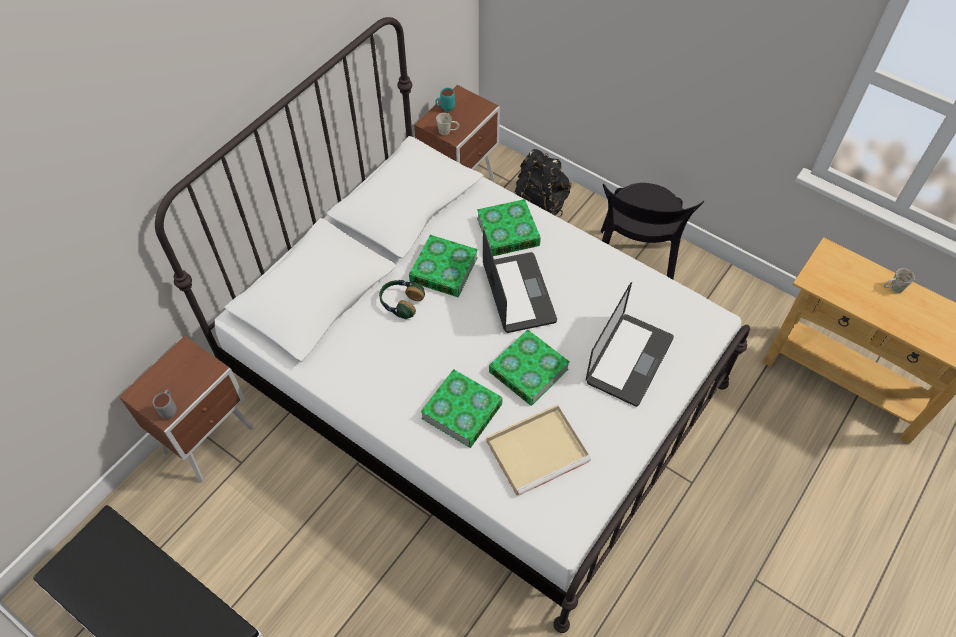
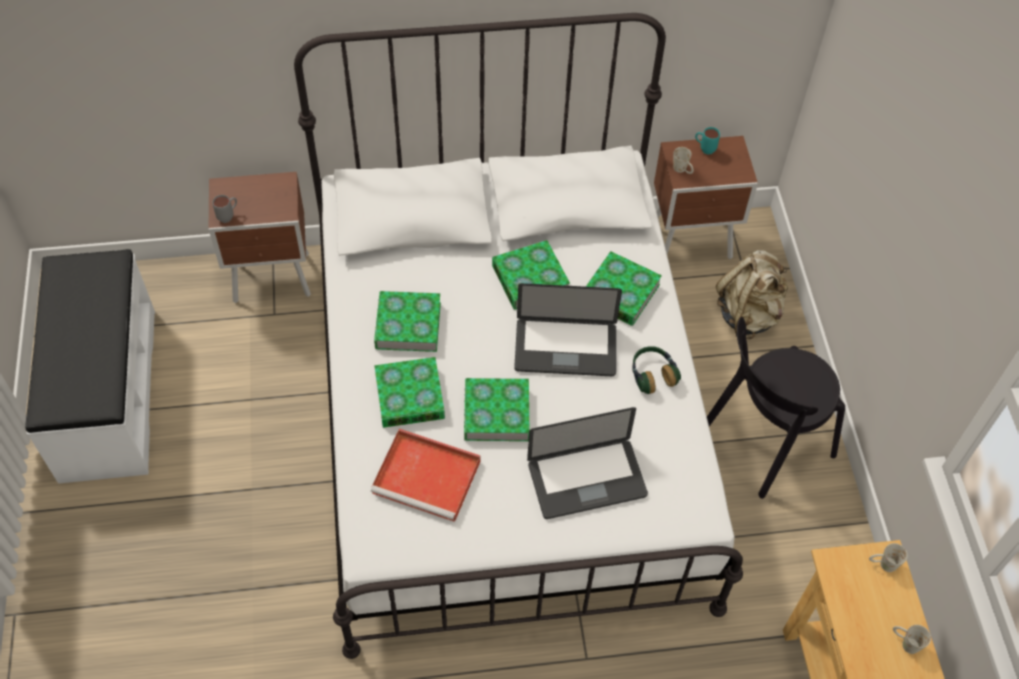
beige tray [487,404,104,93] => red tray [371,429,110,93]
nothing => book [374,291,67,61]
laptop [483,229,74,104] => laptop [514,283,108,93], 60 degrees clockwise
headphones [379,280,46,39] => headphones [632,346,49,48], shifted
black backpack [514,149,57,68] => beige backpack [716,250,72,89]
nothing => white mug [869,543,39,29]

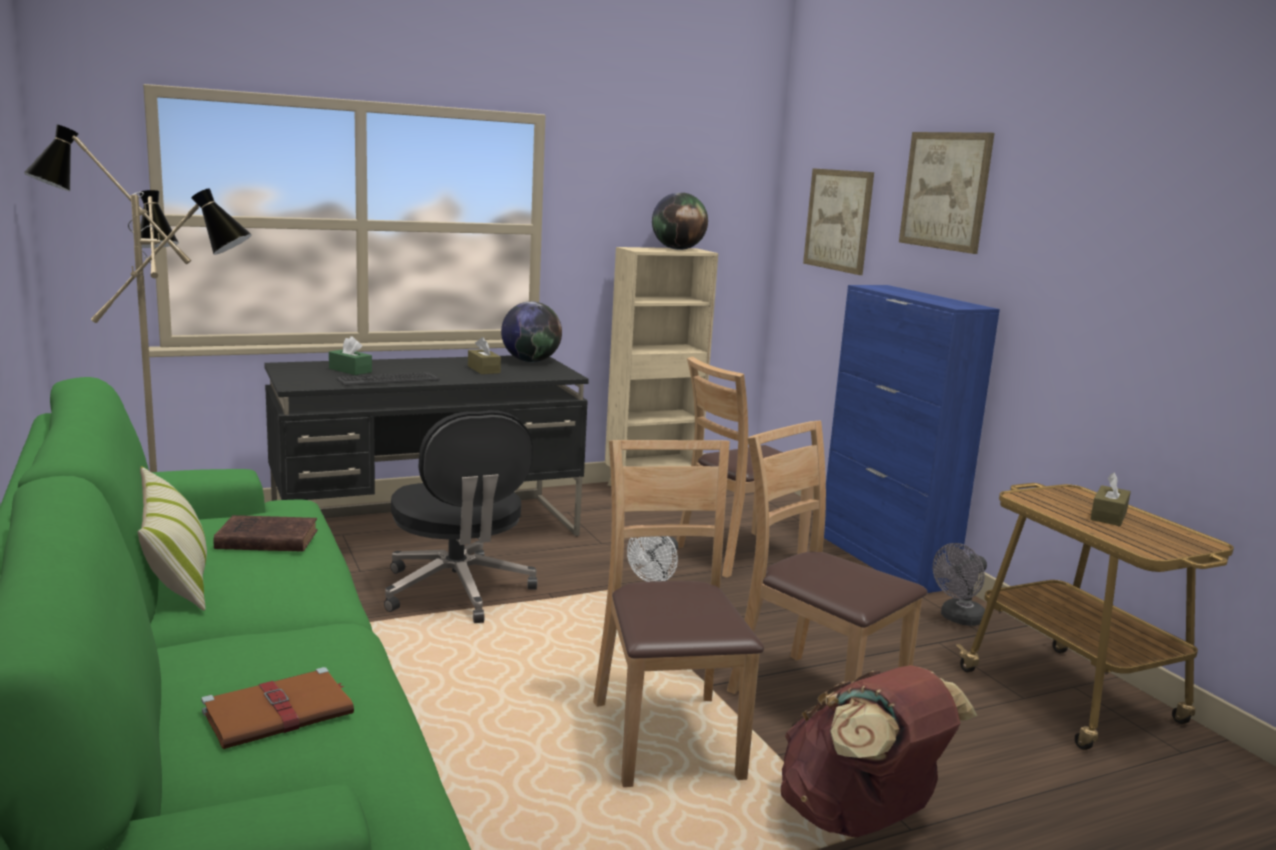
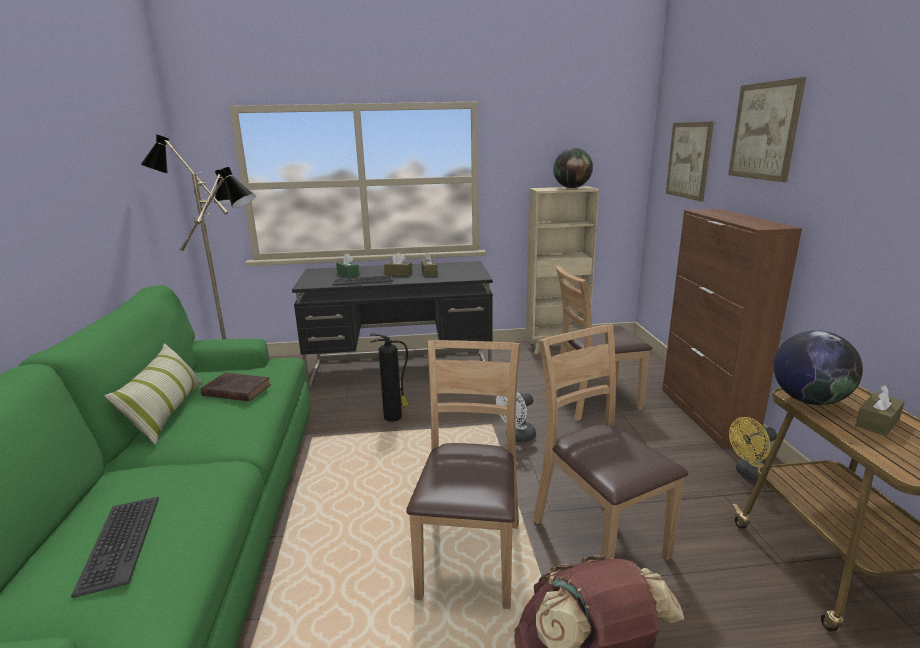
brown book [201,667,153,82] => keyboard [71,497,88,101]
black office chair [384,410,153,213] => fire extinguisher [370,334,39,88]
nothing => brown tissue box [384,253,28,23]
blue cabinet [824,285,176,308] => brown cabinet [662,209,140,239]
grey fan [933,543,54,83] => yellow fan [729,417,48,65]
globe [501,301,61,61] => globe [773,330,90,75], shifted

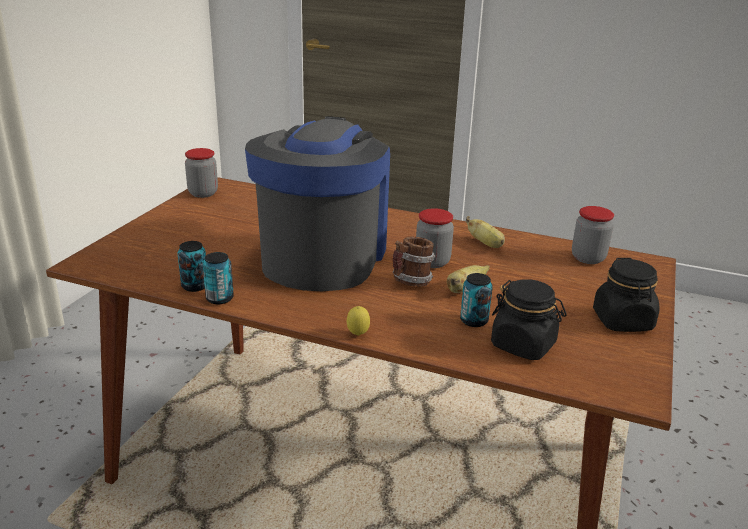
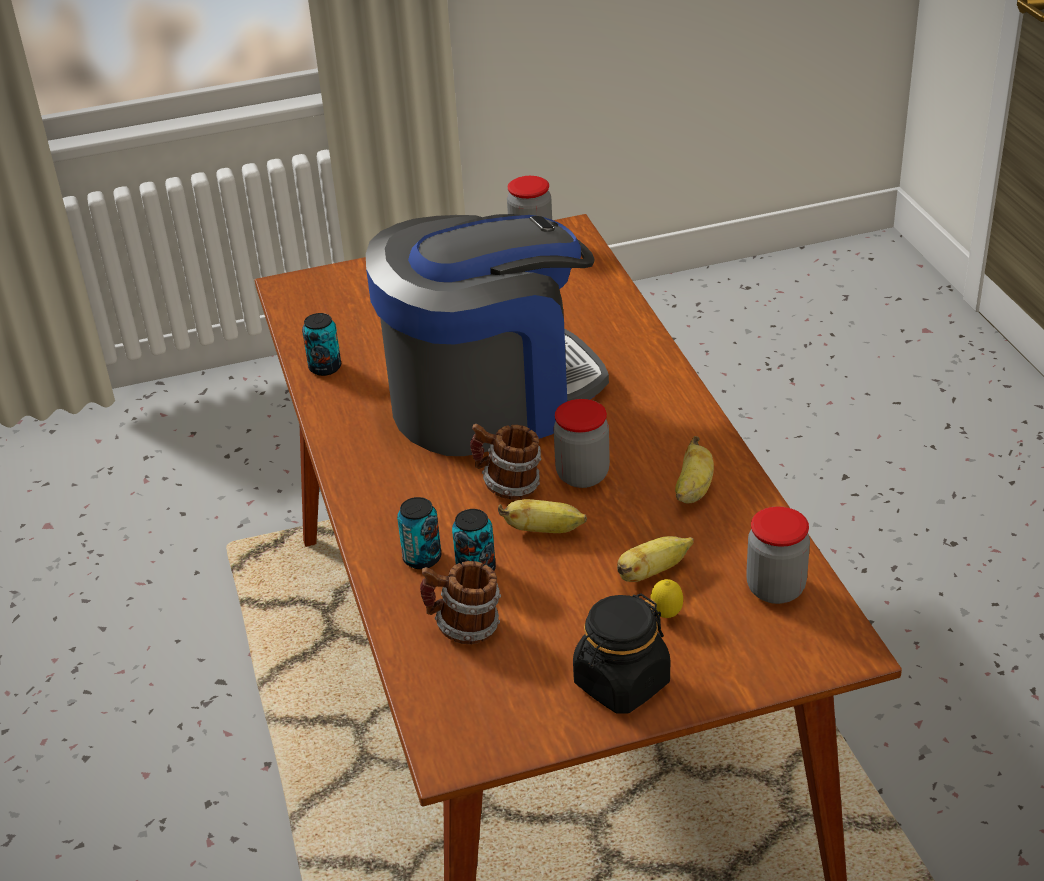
can [203,252,31,52] => can [397,497,45,72], shifted
black jar [491,279,76,81] => mug [420,561,81,83]
nothing => banana [617,536,77,46]
lemon [347,306,23,30] => lemon [650,579,33,39], shifted

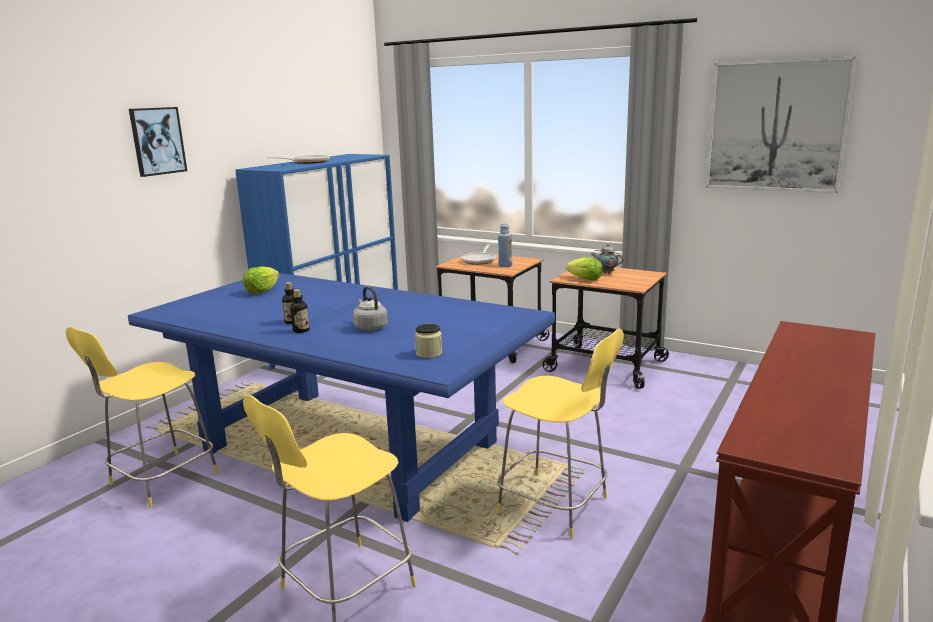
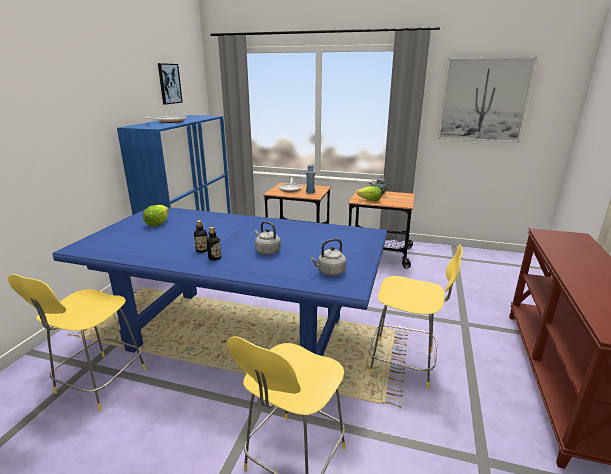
picture [129,107,58,70] => picture [158,63,25,42], shifted
jar [415,324,27,34] => grey kettle [310,239,37,37]

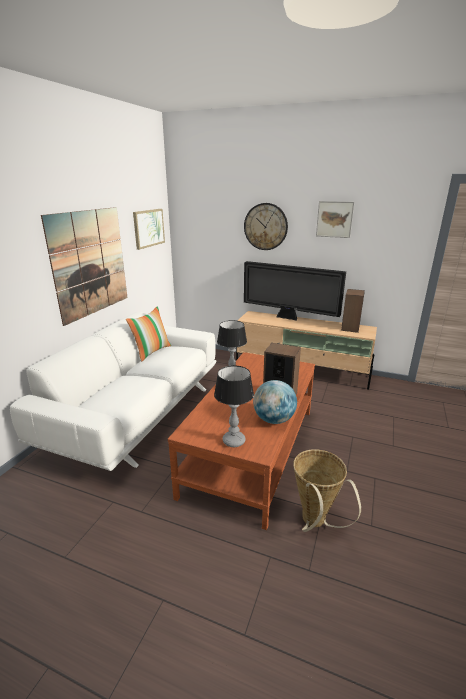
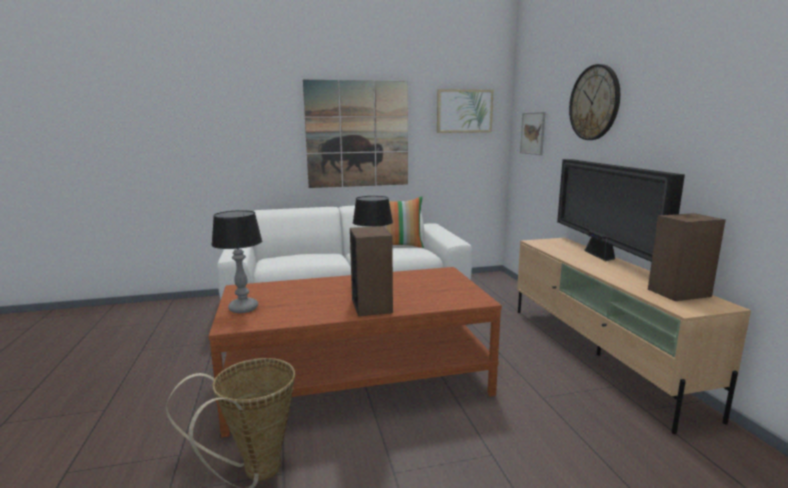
picture [316,201,38,37] => picture [520,112,26,43], shifted
globe [253,380,44,44] => nothing

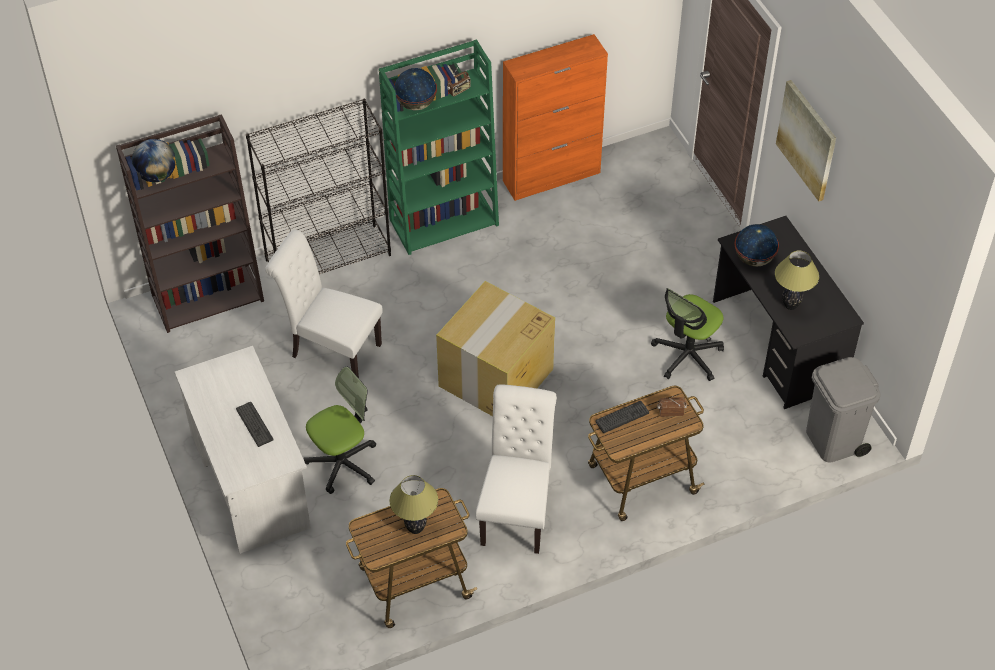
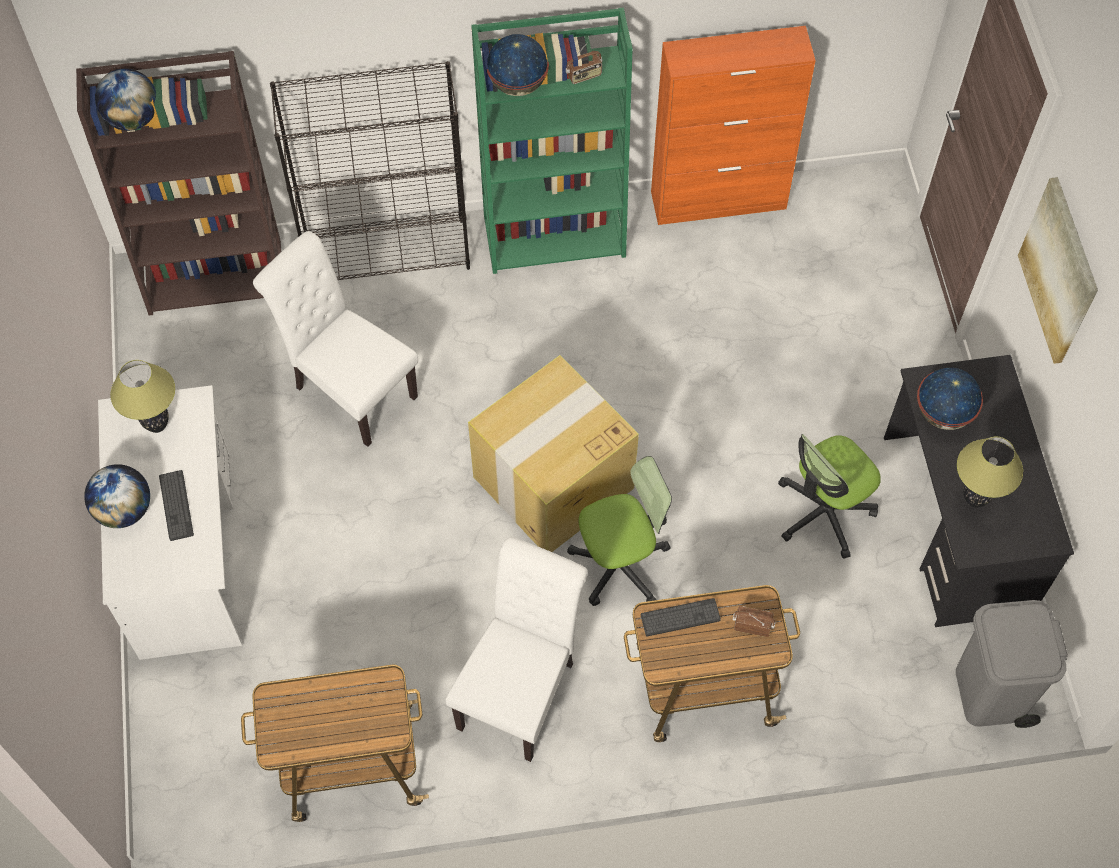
nothing => globe [84,464,66,64]
table lamp [389,475,49,59] => table lamp [110,360,65,73], shifted
office chair [303,367,73,127] => office chair [567,456,105,150], shifted

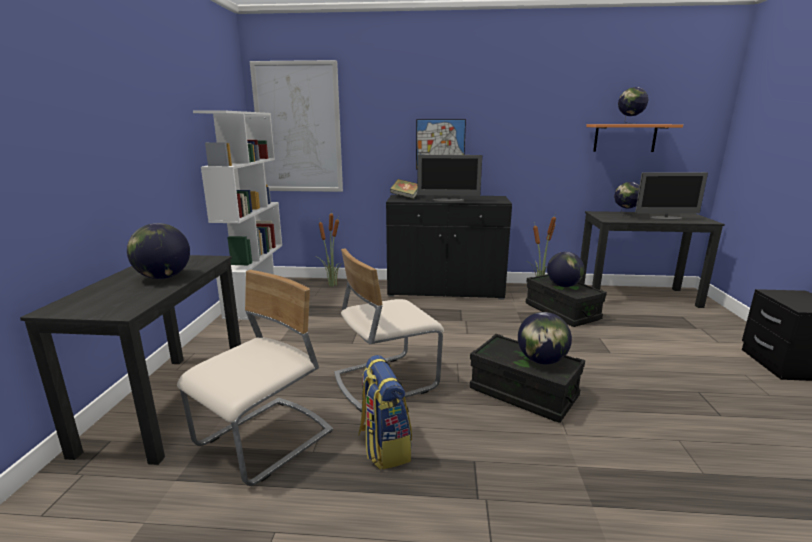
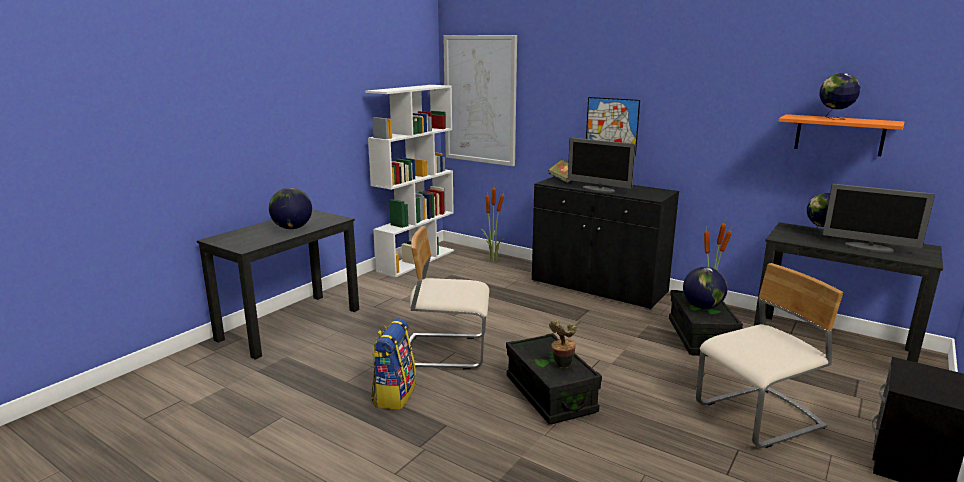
globe [518,312,54,52] => potted plant [549,320,28,48]
beige chair [177,270,156,216] => beige chair [696,263,147,185], shifted

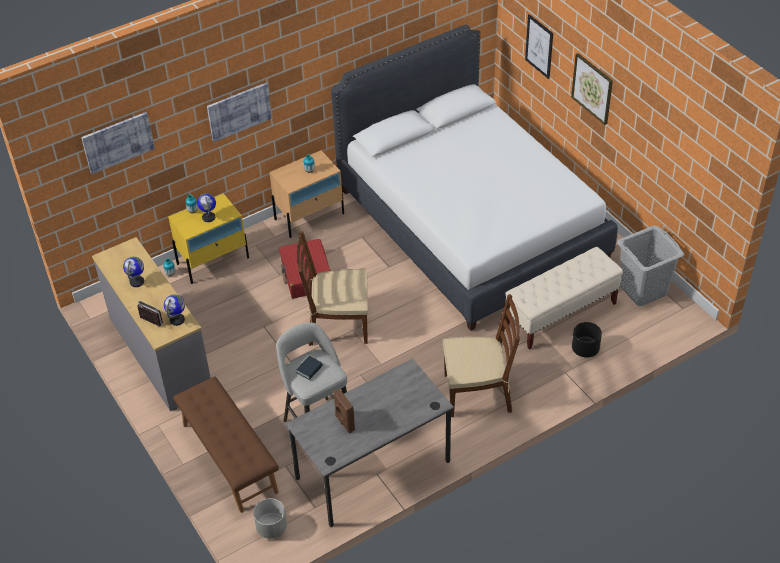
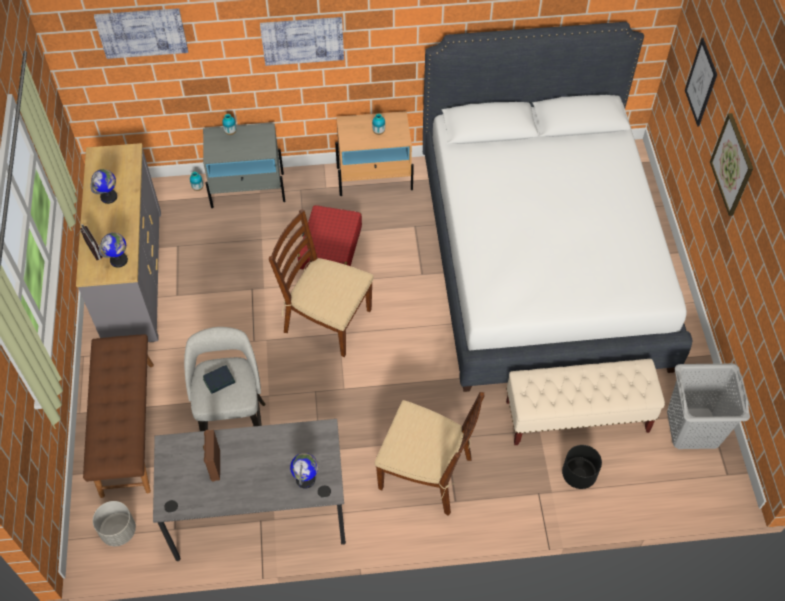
yellow nightstand [168,193,81,91] => grey nightstand [203,123,82,85]
globe [197,193,19,29] => globe [290,453,28,36], shifted

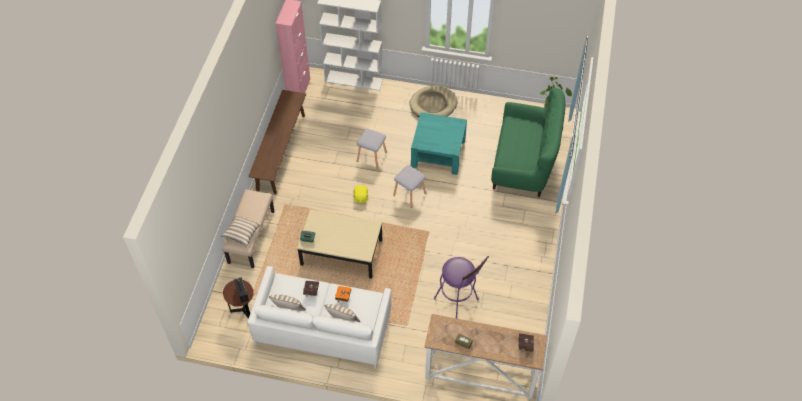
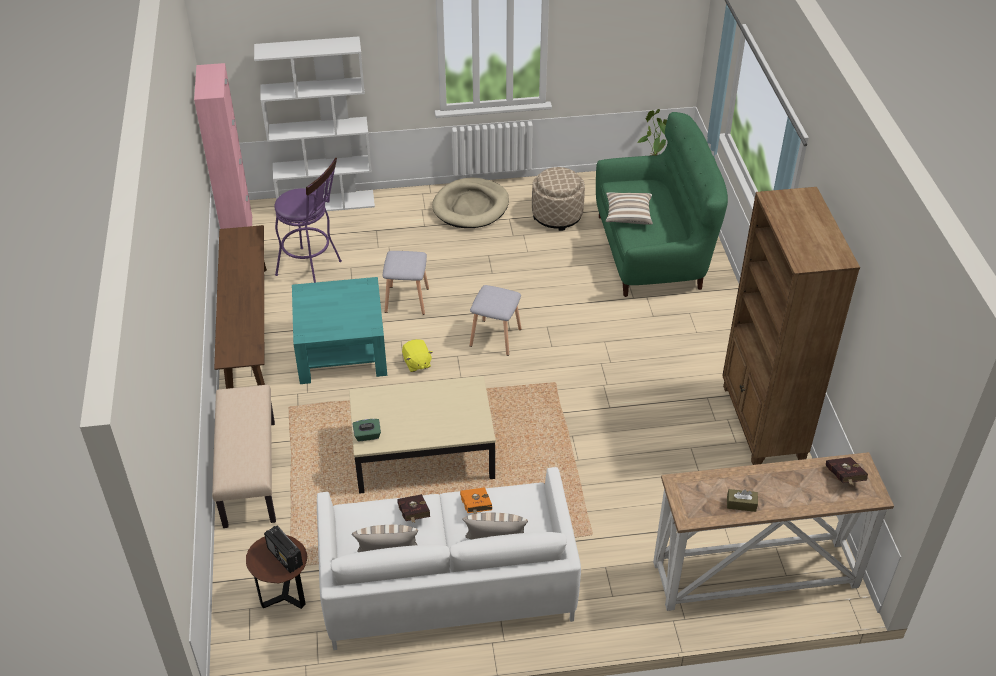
purple stool [434,256,55,62] => purple stool [274,158,68,125], shifted
turquoise coffee table [411,112,56,63] => turquoise coffee table [292,277,95,107], shifted
nothing => beige ottoman [532,167,53,64]
pillow [221,214,41,33] => pillow [606,192,47,33], shifted
nothing => brown bookcase [722,187,138,278]

